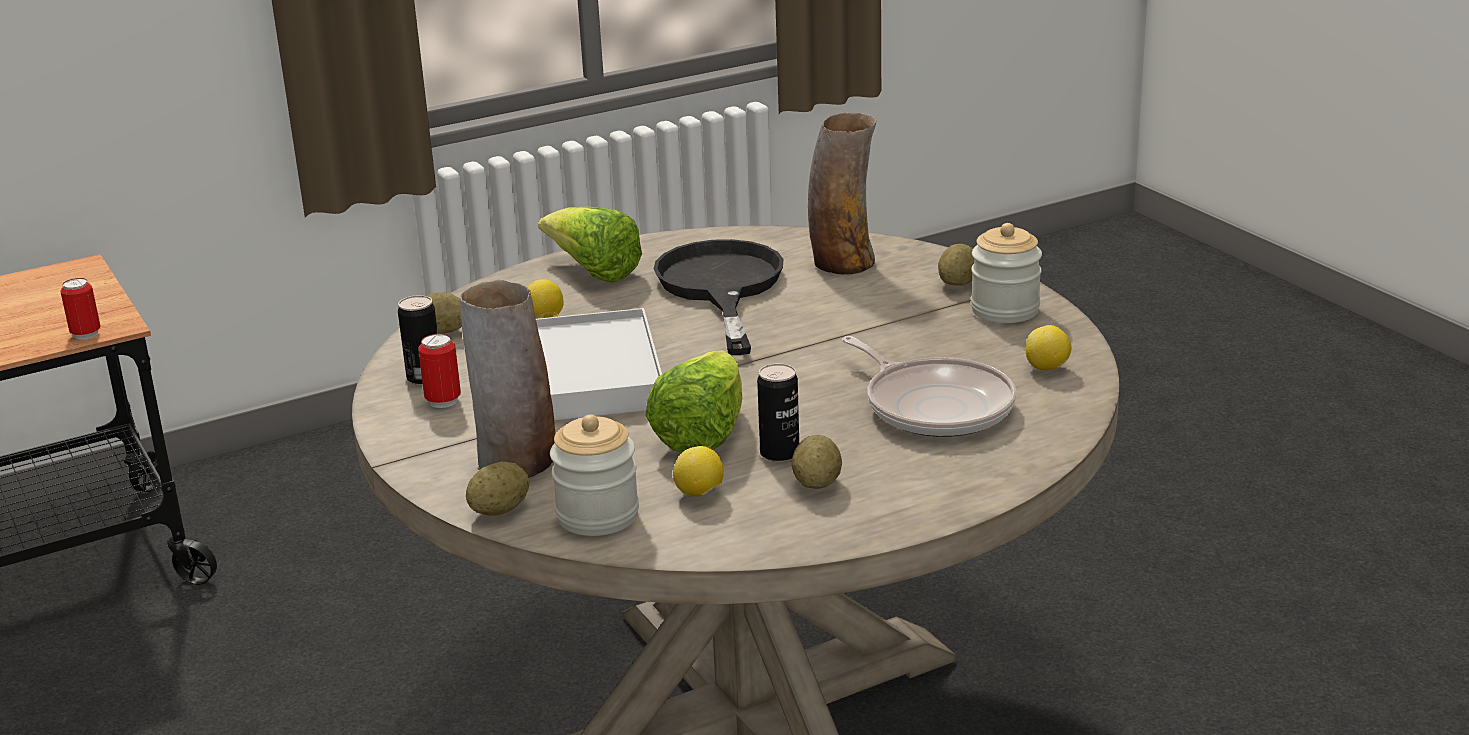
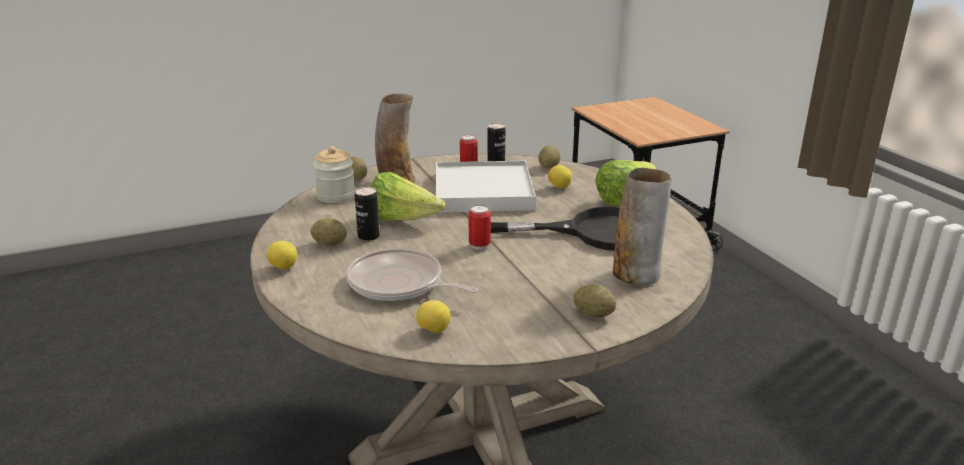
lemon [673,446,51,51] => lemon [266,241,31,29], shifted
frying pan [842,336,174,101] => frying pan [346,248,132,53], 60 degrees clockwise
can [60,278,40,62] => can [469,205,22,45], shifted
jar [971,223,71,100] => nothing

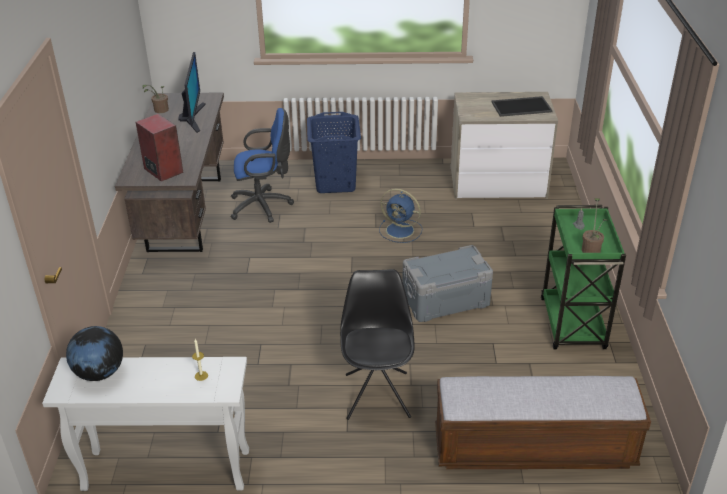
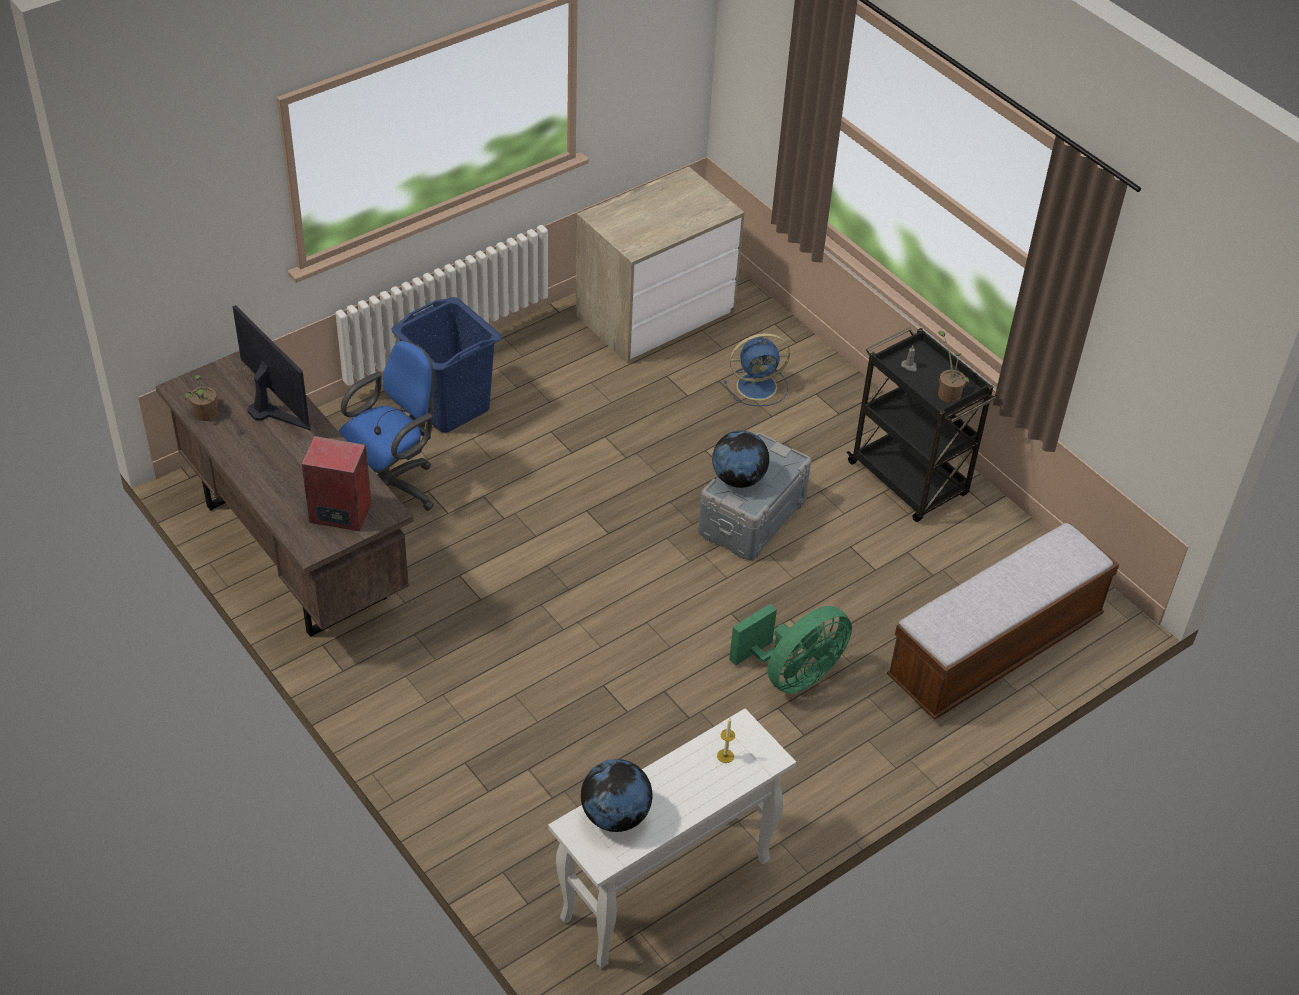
nothing => globe [712,430,57,58]
blue fan [379,188,43,55] => blue fan [724,333,66,73], shifted
black chair [340,269,75,151] => green fan [729,604,123,89]
green cart [541,205,85,144] => black cart [846,327,151,195]
tray [491,96,62,21] => nothing

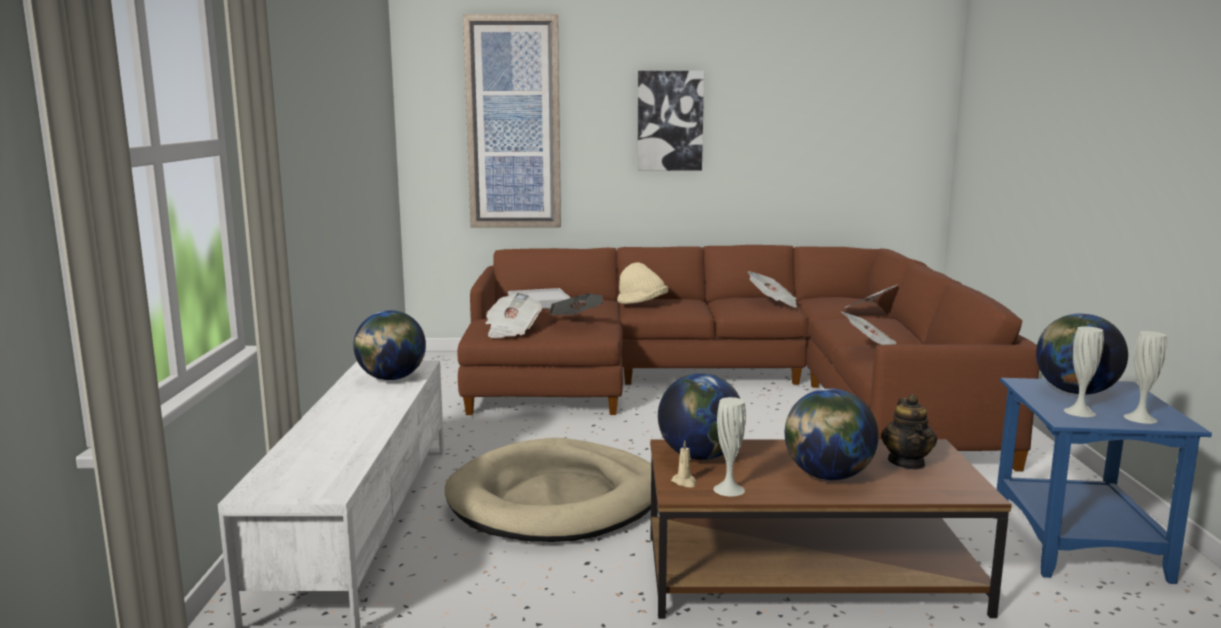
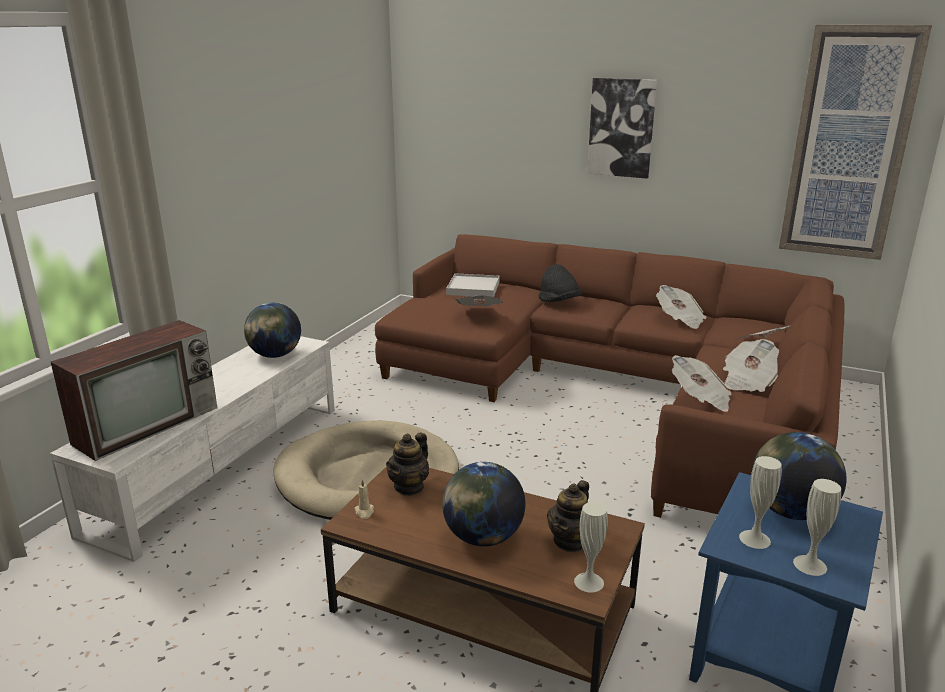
nothing => television [51,320,166,141]
globe [658,373,82,87] => teapot [386,432,43,64]
beige hat [617,262,51,42] => black hat [539,264,44,38]
white vase [713,397,33,99] => white vase [574,502,34,90], shifted
newspaper [485,292,57,46] => newspaper [723,339,56,53], shifted
picture [463,14,98,213] => picture [779,25,153,235], shifted

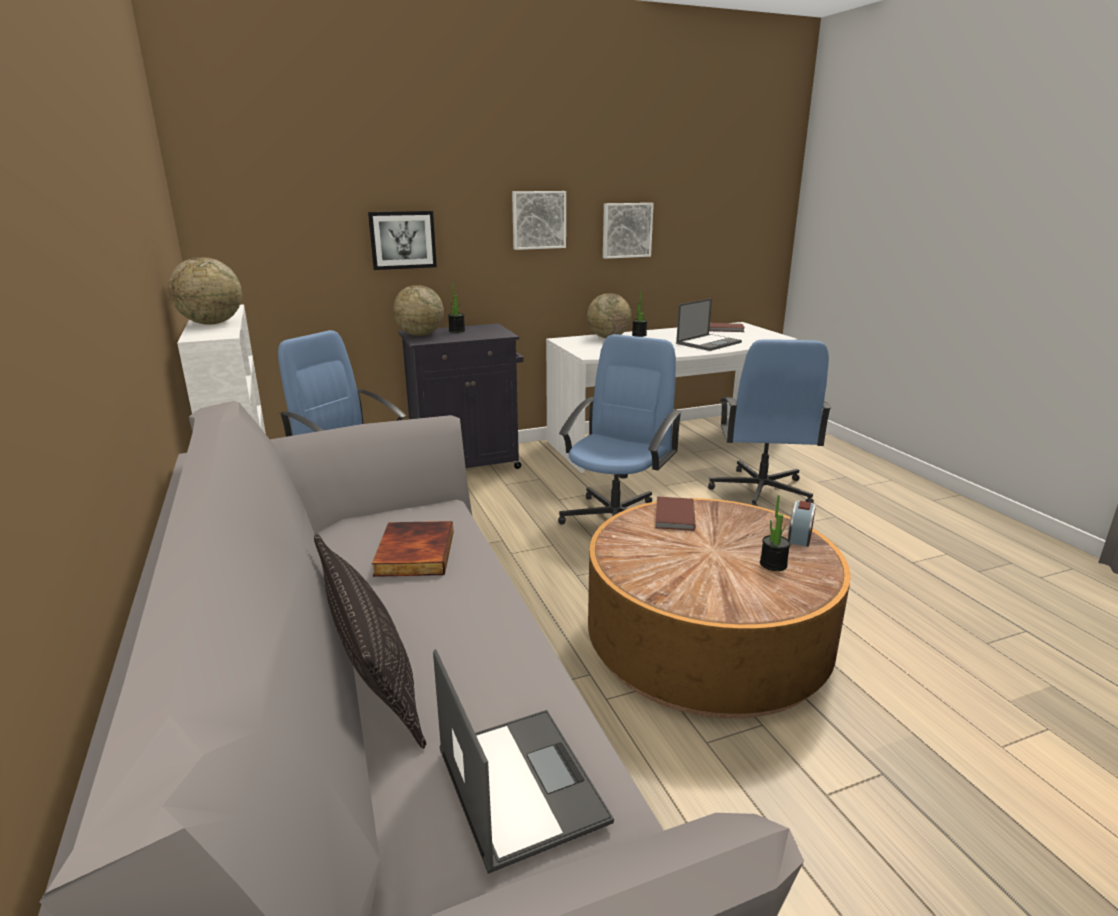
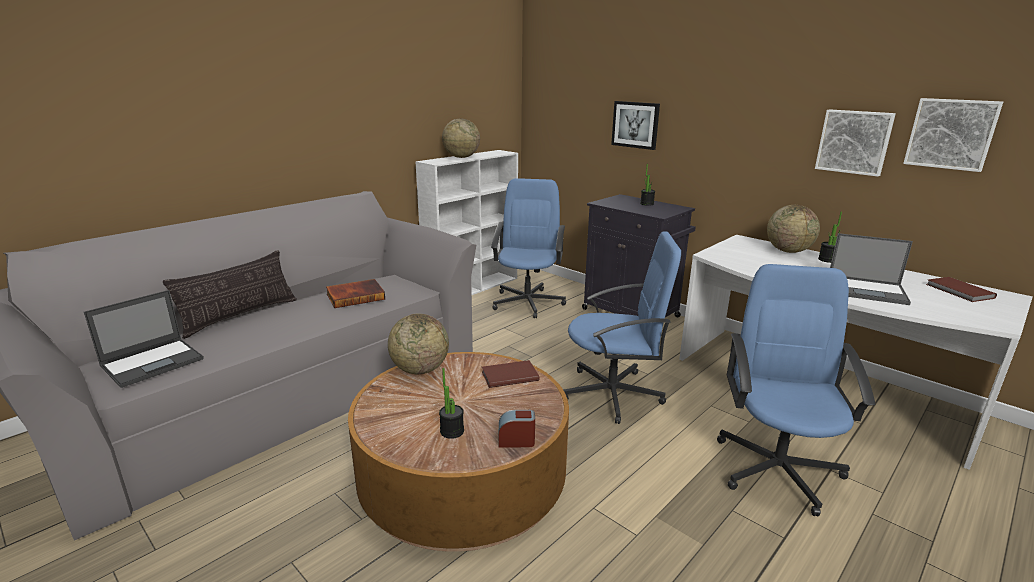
globe [393,285,51,51] => globe [388,314,61,60], shifted
blue office chair [708,339,124,167] => blue office chair [717,264,158,253], 120 degrees clockwise
picture [512,191,54,59] => picture [903,98,100,74], shifted

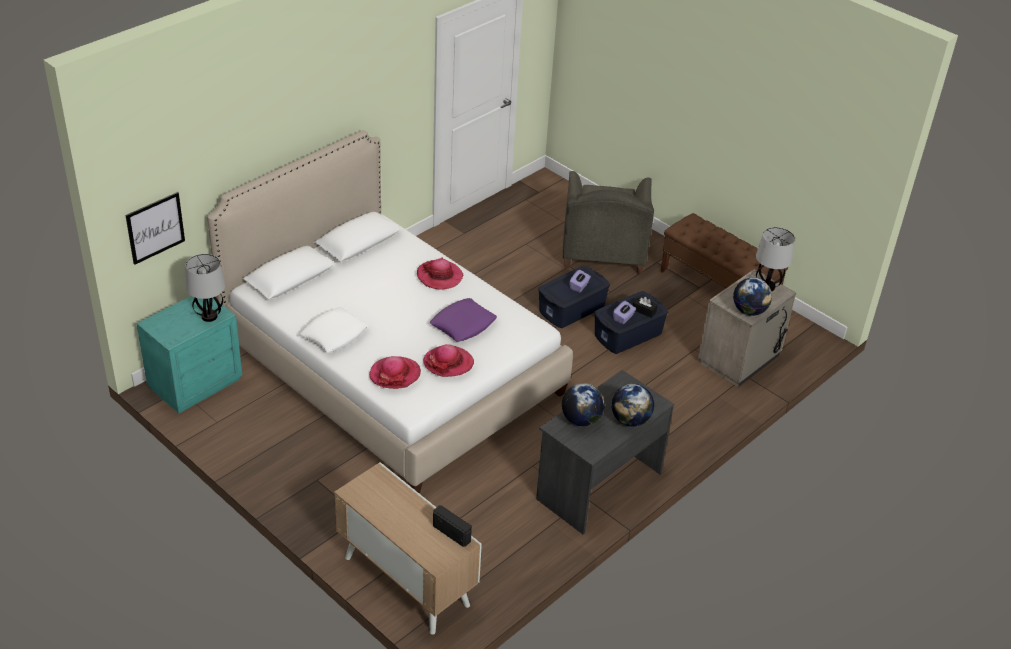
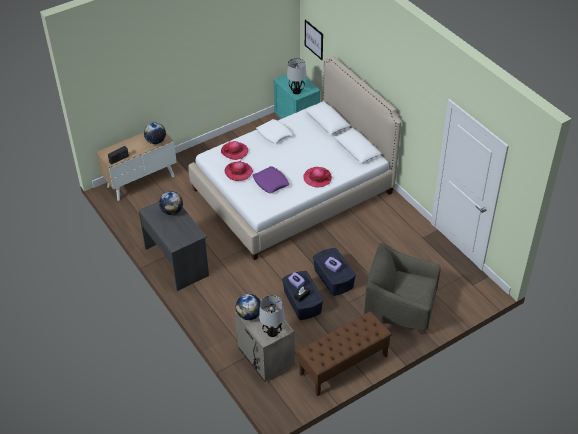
globe [611,384,43,43] => globe [144,122,22,22], shifted

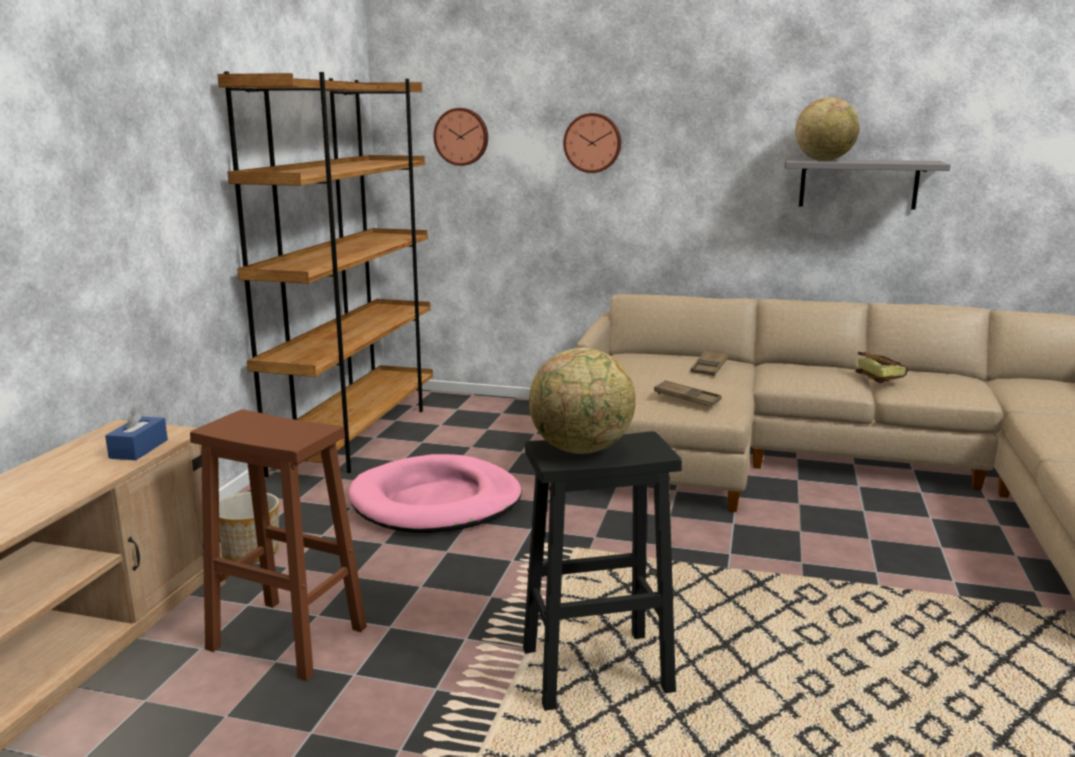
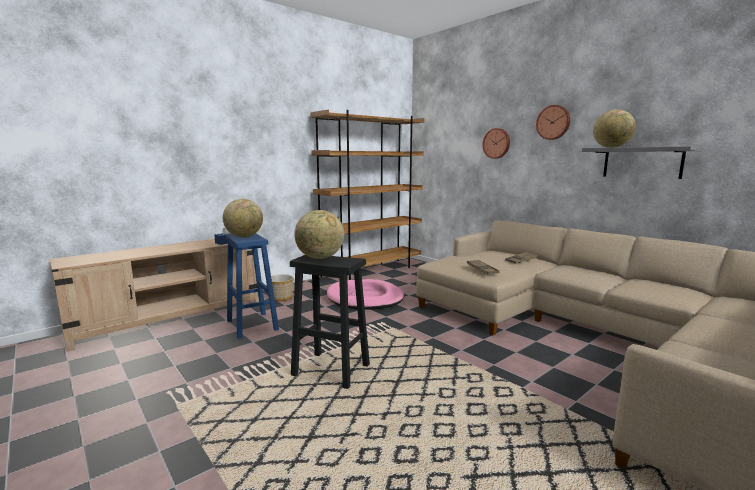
nothing => globe [223,199,40,38]
brown stool [190,409,177,272] => blue stool [226,233,53,106]
wall clock [433,108,55,58] => wall clock [536,105,34,35], shifted
book [855,352,53,31] => nothing

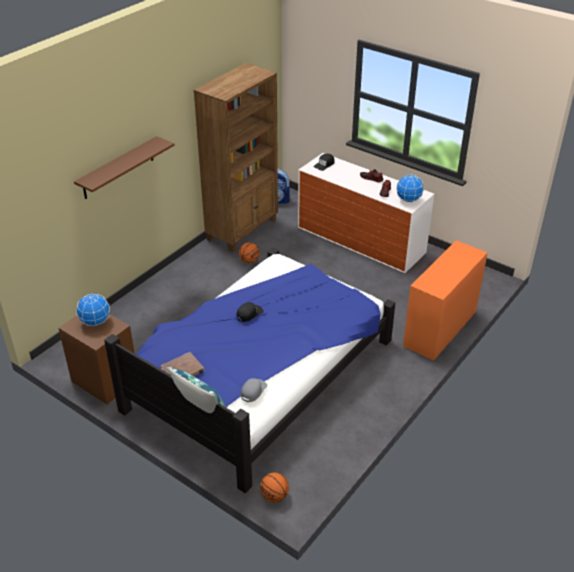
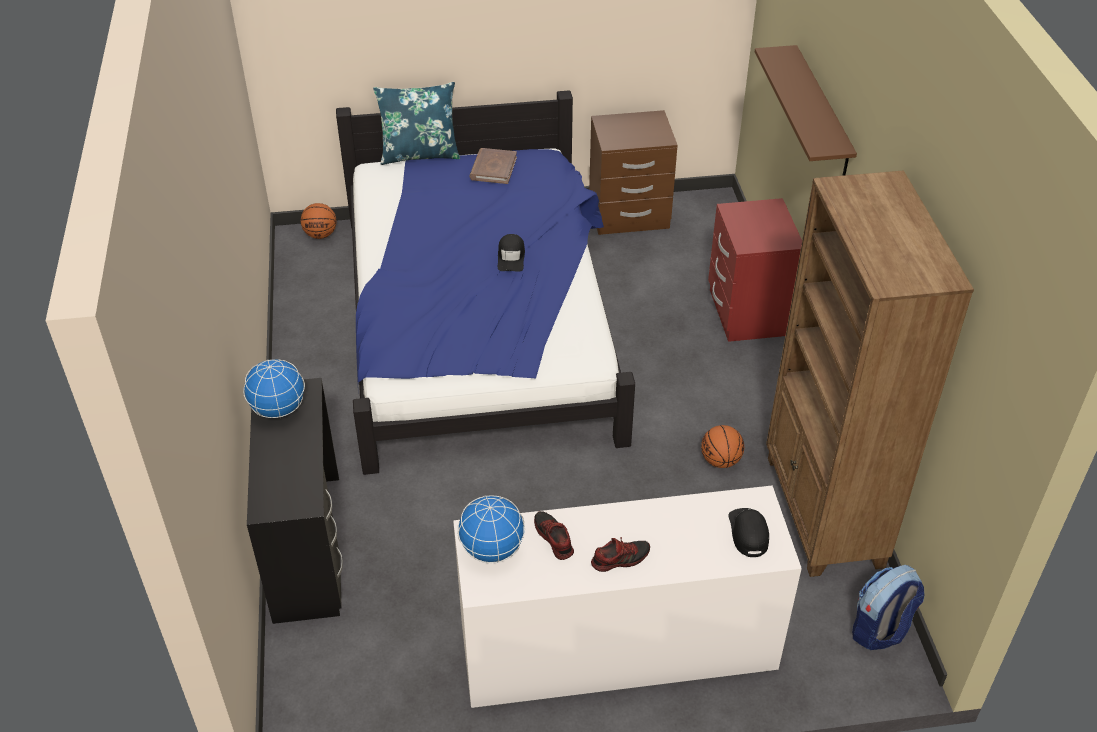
globe [76,294,34,32] => globe [243,359,62,59], shifted
orange desk [403,240,84,121] => black desk [247,378,96,246]
nothing => red nightstand [708,198,94,144]
grey cap [241,378,26,24] => nothing

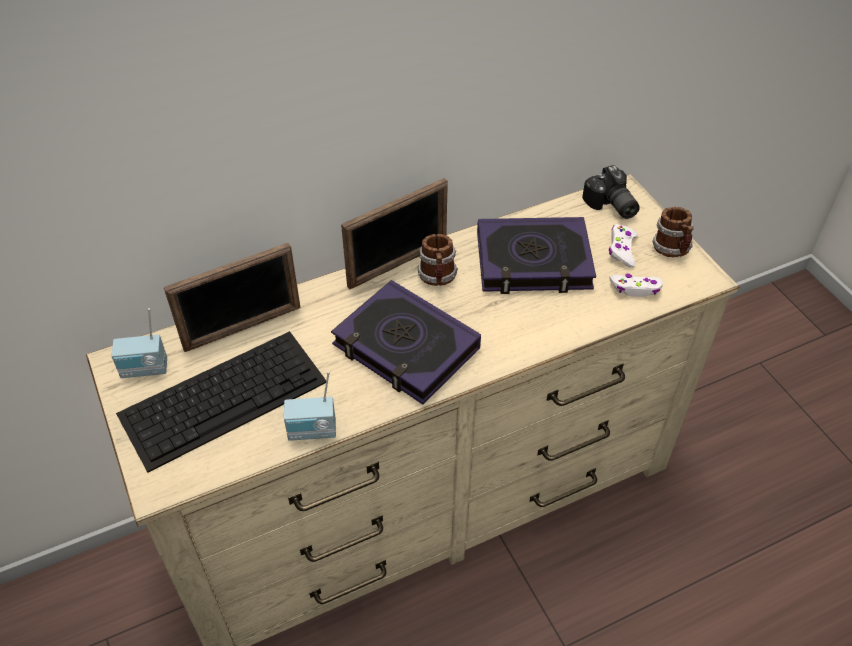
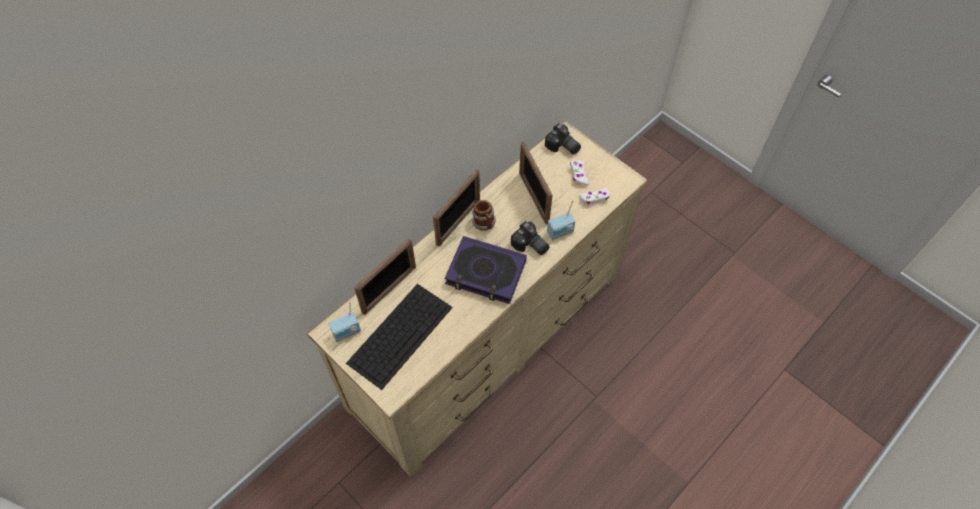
nothing => photo camera [511,221,39,34]
book [477,217,119,77] => picture frame [519,142,34,83]
radio [284,371,52,70] => radio [547,200,28,40], shifted
mug [652,207,42,50] => nothing

